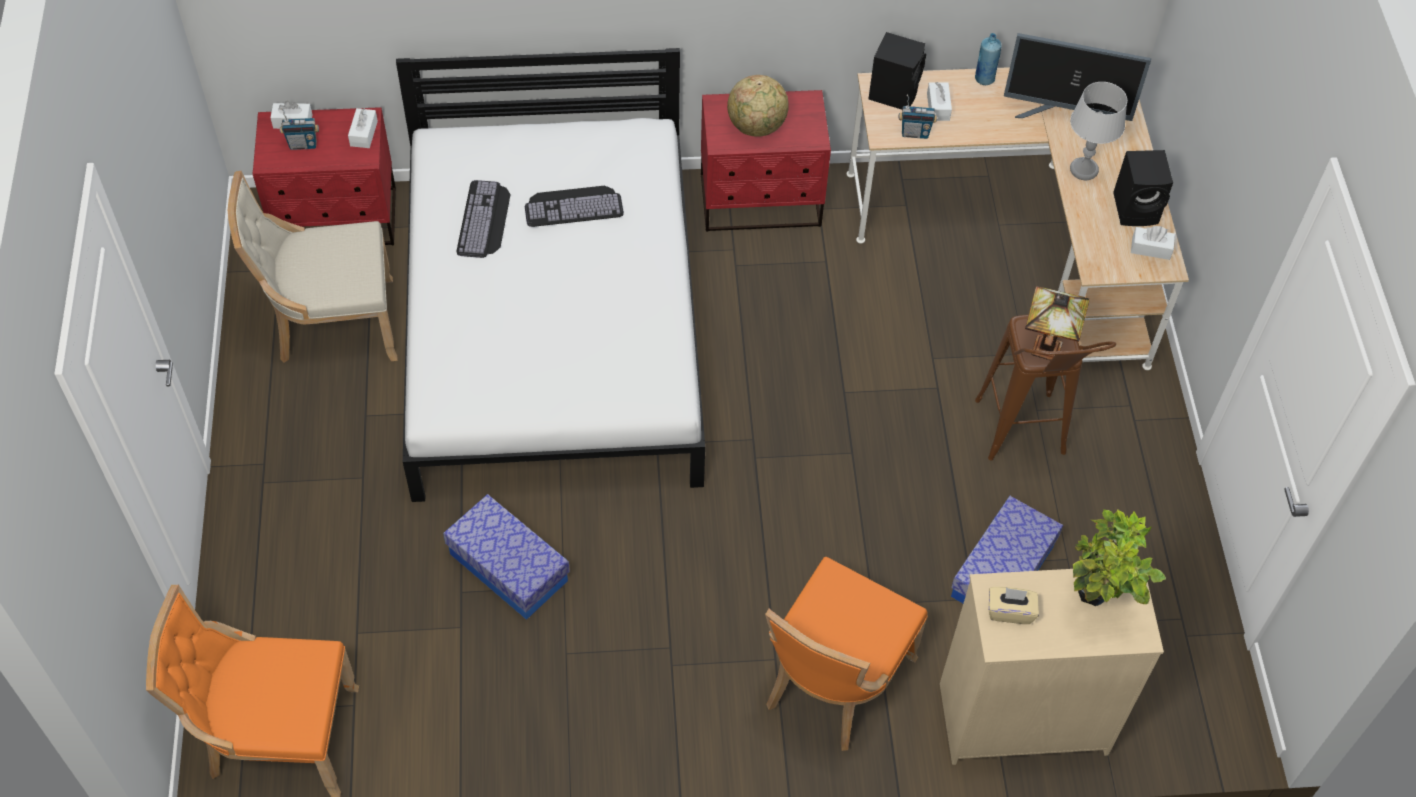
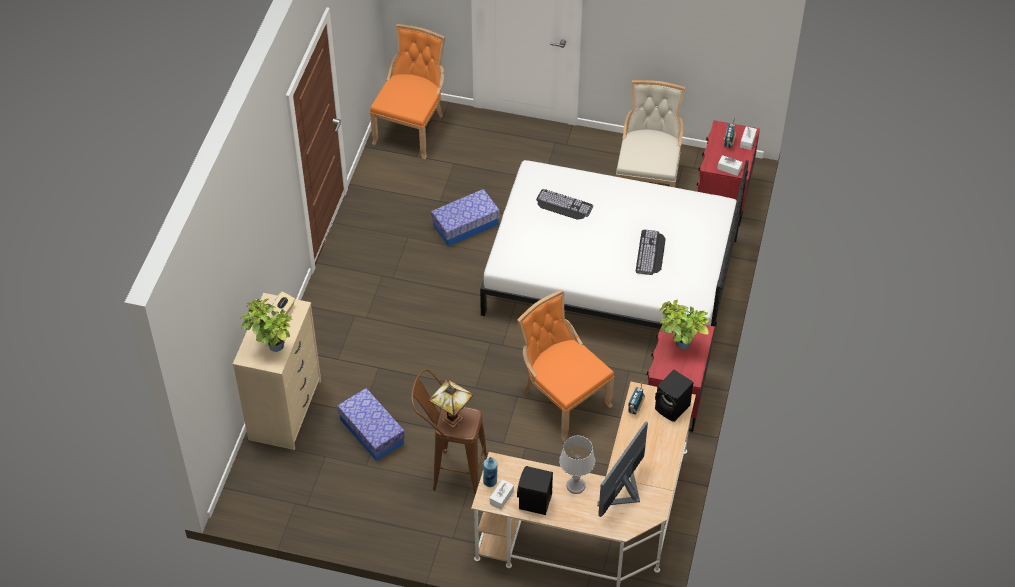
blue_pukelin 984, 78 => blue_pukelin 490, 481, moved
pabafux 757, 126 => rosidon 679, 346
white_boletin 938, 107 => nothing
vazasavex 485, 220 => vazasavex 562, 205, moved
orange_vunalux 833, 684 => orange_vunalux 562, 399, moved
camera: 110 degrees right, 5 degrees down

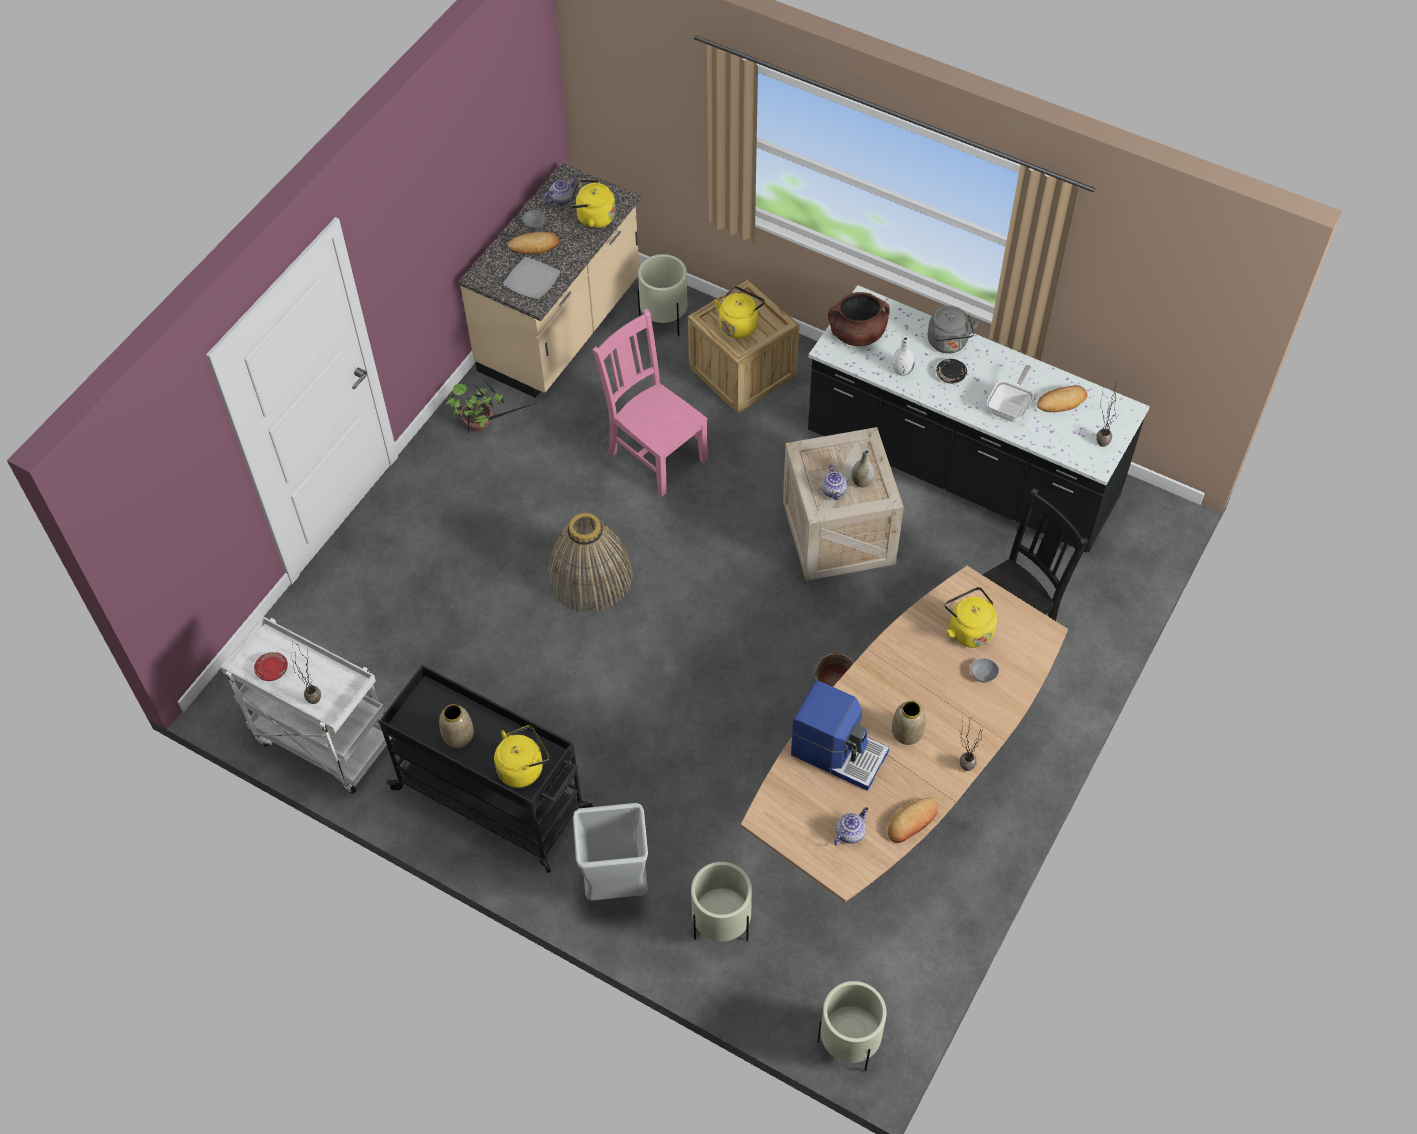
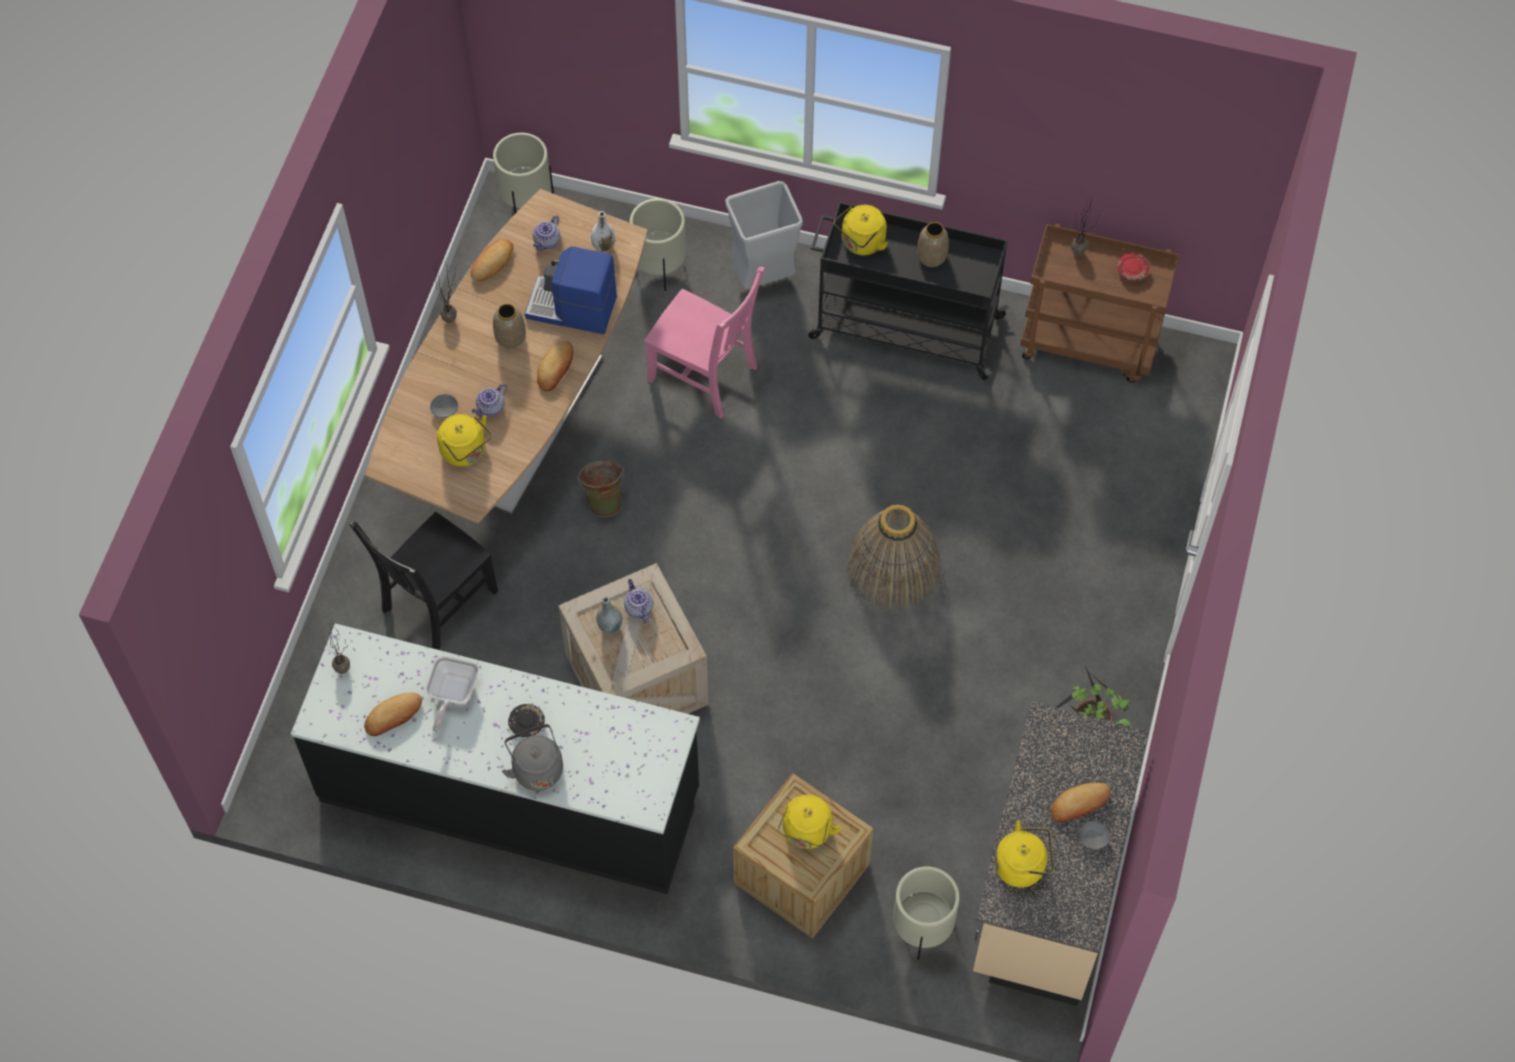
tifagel 562, 199 => tifagel 491, 408, moved
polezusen 532, 280 => nothing
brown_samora 857, 334 => nothing
pink_vunalux 655, 454 => pink_vunalux 706, 375, moved
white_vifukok 902, 371 => white_vifukok 603, 246, moved
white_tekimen 322, 742 => brown_tekimen 1090, 343
nothing => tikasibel 555, 368
camera: 165 degrees right, 5 degrees up

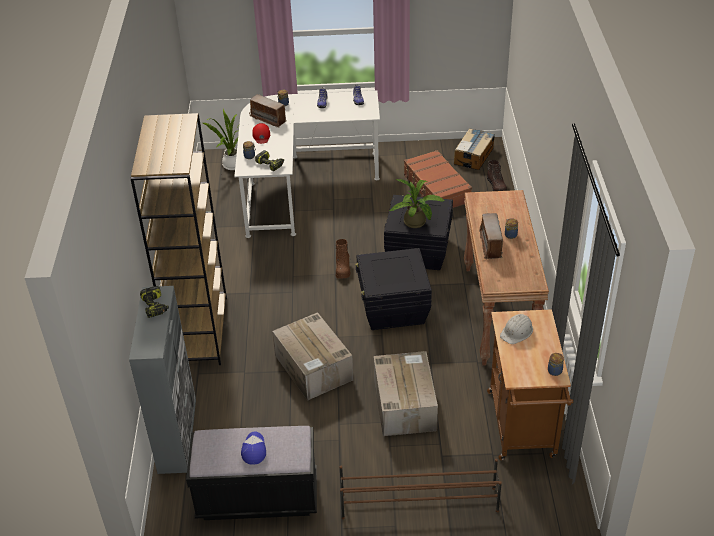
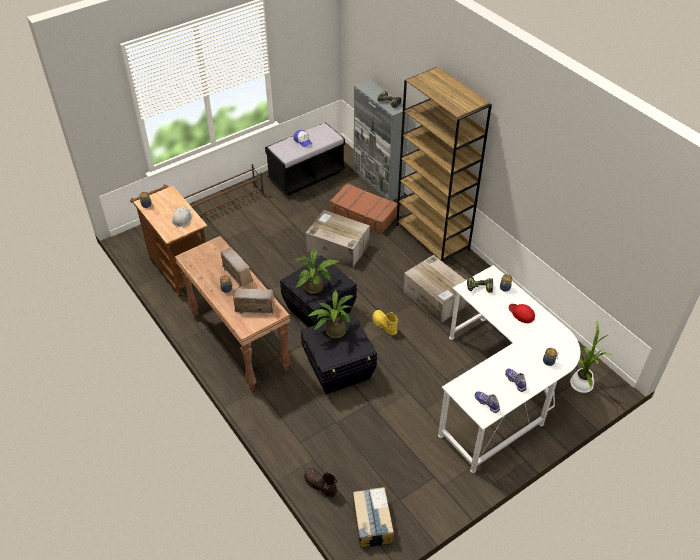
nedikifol 268, 119 => nedikifol 254, 308, moved
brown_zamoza 436, 189 => brown_zamoza 364, 213, moved
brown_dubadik 343, 268 => yellow_dubadik 384, 325
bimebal 404, 404 => bimebal 436, 298, moved
nothing => rosidon 316, 287
camera: 145 degrees right, 5 degrees up

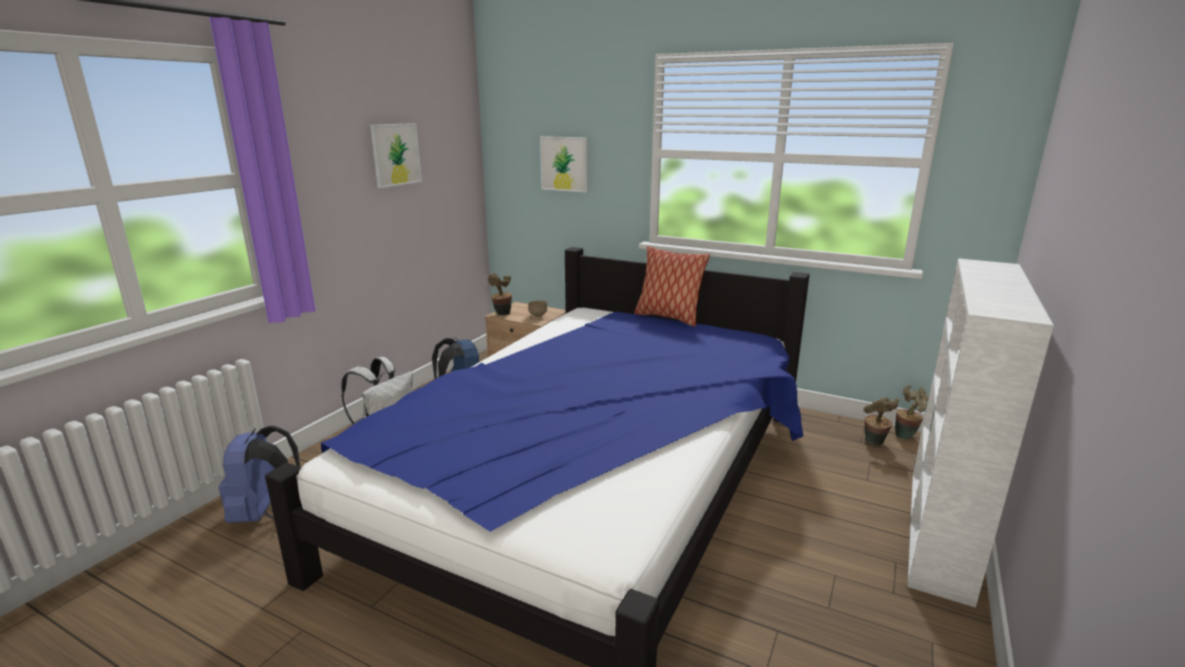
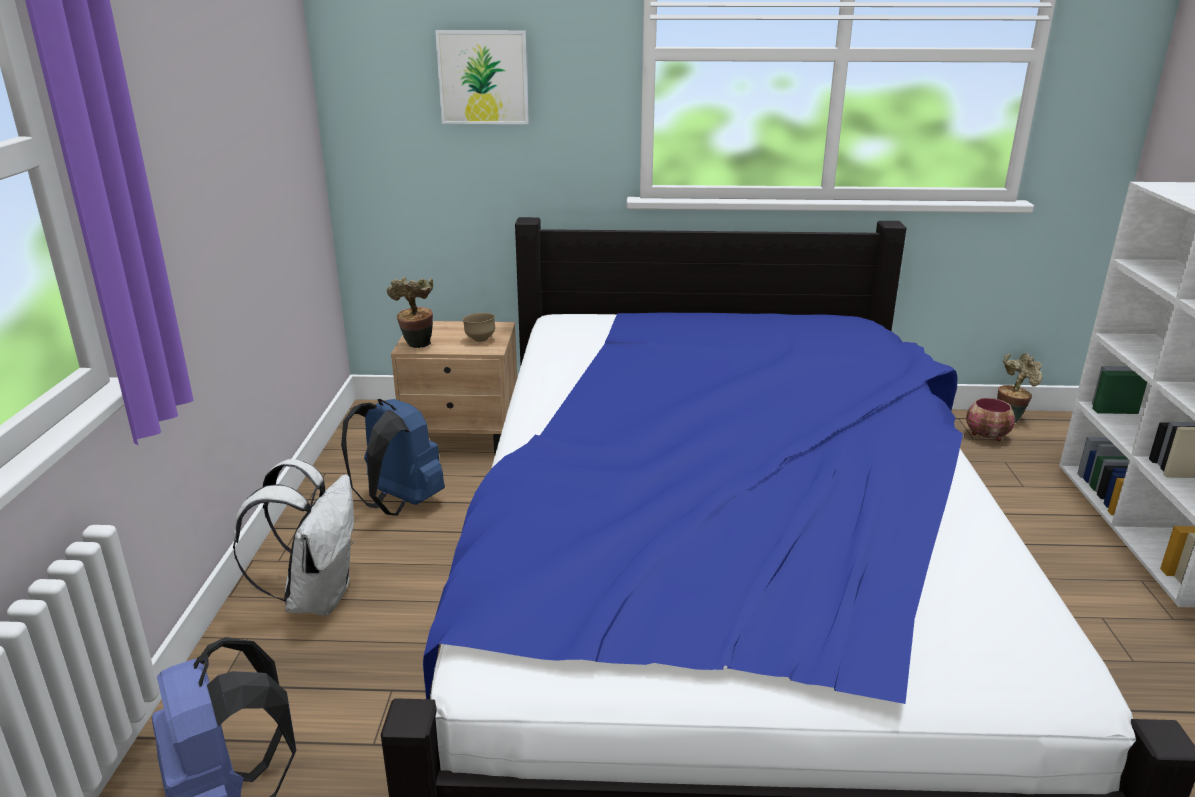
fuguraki 395, 154 => nothing
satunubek 668, 317 => nothing
rosidon 874, 443 => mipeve 988, 436
camera: 25 degrees left, 5 degrees up

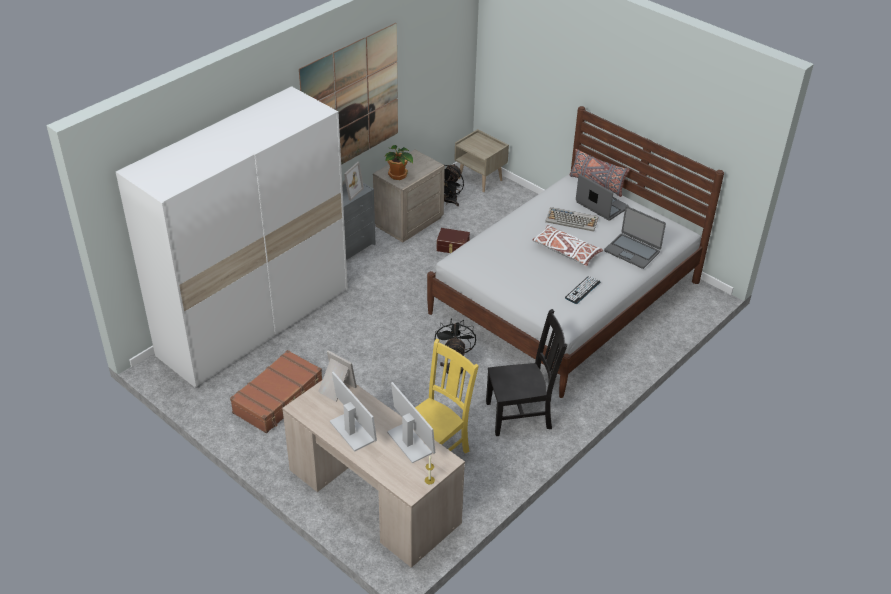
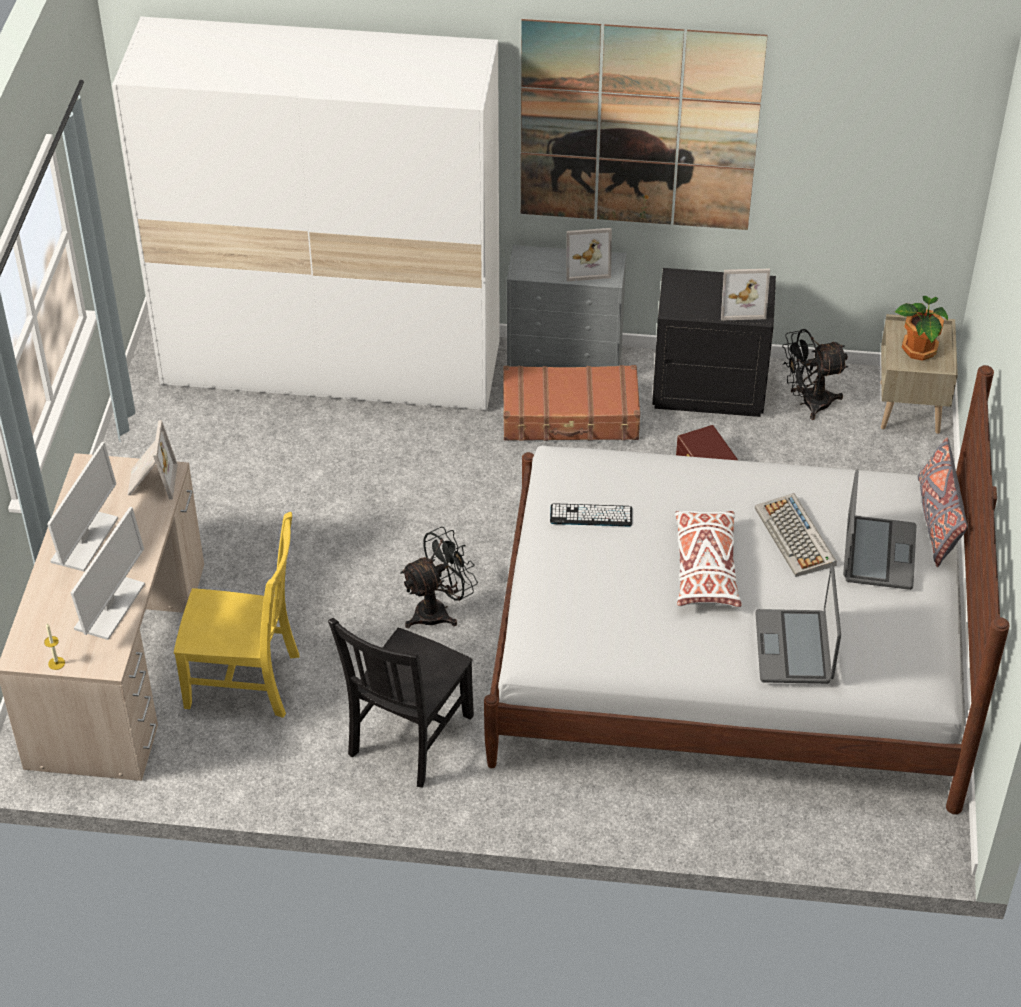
rosidon 398, 175 => rosidon 918, 350, moved
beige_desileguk 408, 221 => black_desileguk 709, 387
vazasavex 582, 290 => vazasavex 591, 515, moved
black_vunalux 521, 415 => black_vunalux 408, 738, 75 degrees clockwise
brown_zamoza 279, 398 => brown_zamoza 570, 416, moved
nothing => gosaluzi 741, 305
camera: 55 degrees right, 5 degrees up

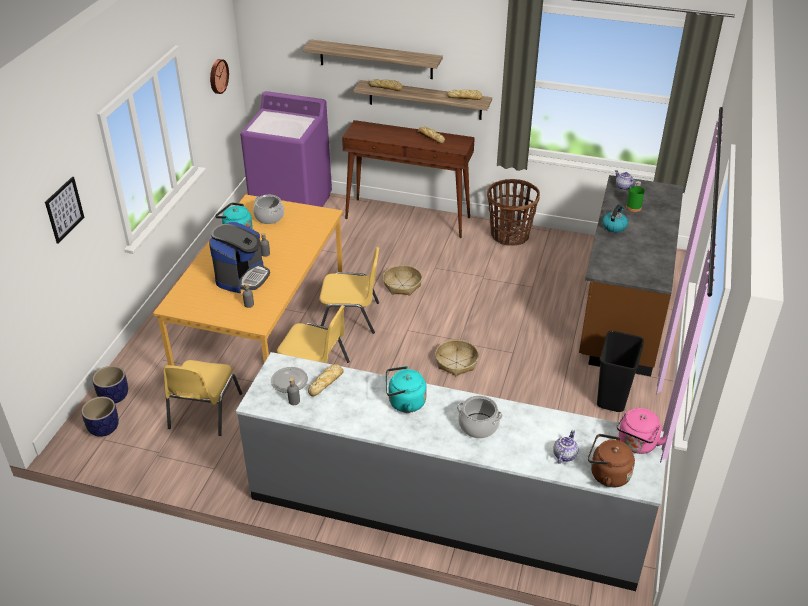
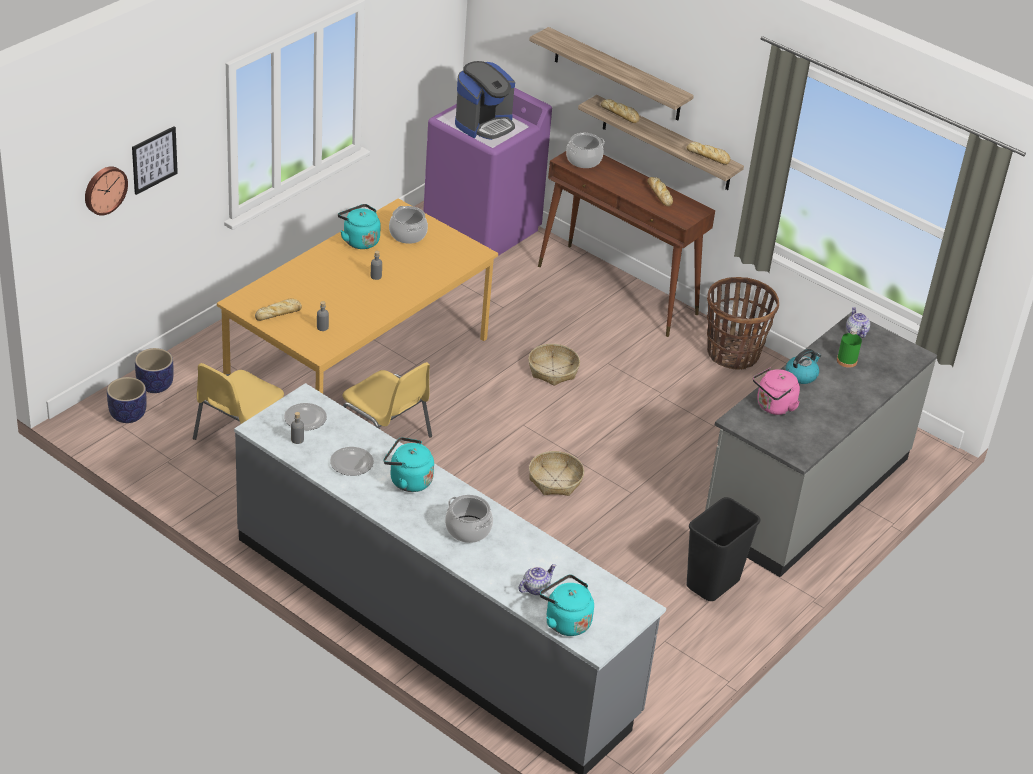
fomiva 217, 76 => fomiva 104, 189, moved
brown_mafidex 621, 311 => grey_mafidex 805, 492
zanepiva 242, 277 => zanepiva 484, 124, moved
yellow_vunalux 351, 317 => nothing
tikasibel 326, 382 => tikasibel 279, 313, moved
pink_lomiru 636, 444 => pink_lomiru 773, 407, moved
brown_lomiru 607, 474 => turquoise_lomiru 565, 621
nothing => samora 583, 160
nothing => polezusen 351, 462
camera: 20 degrees right, 0 degrees up

